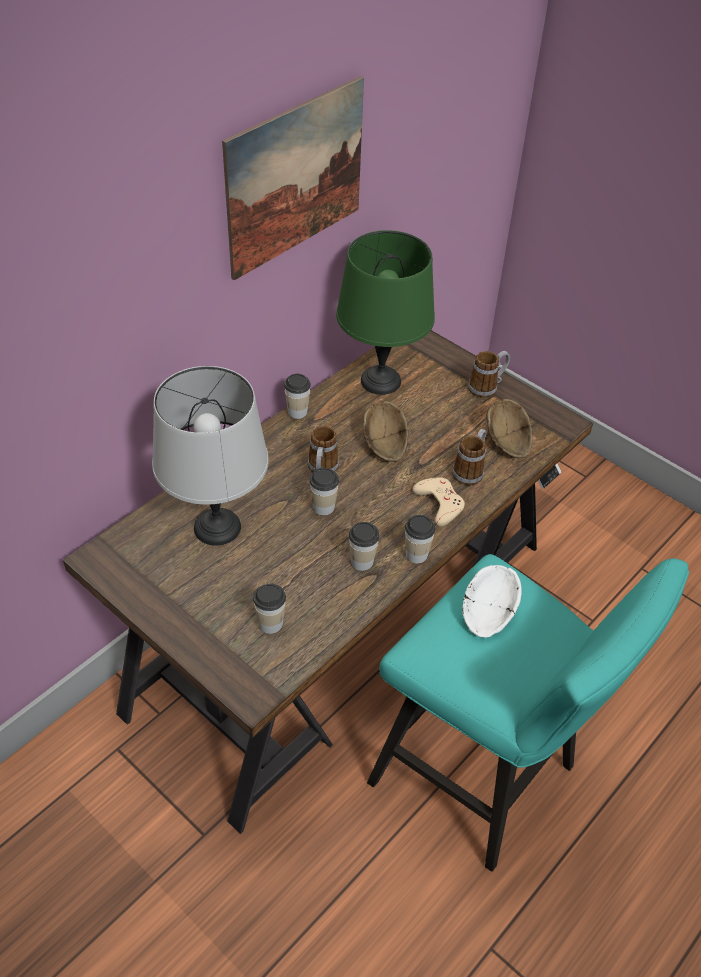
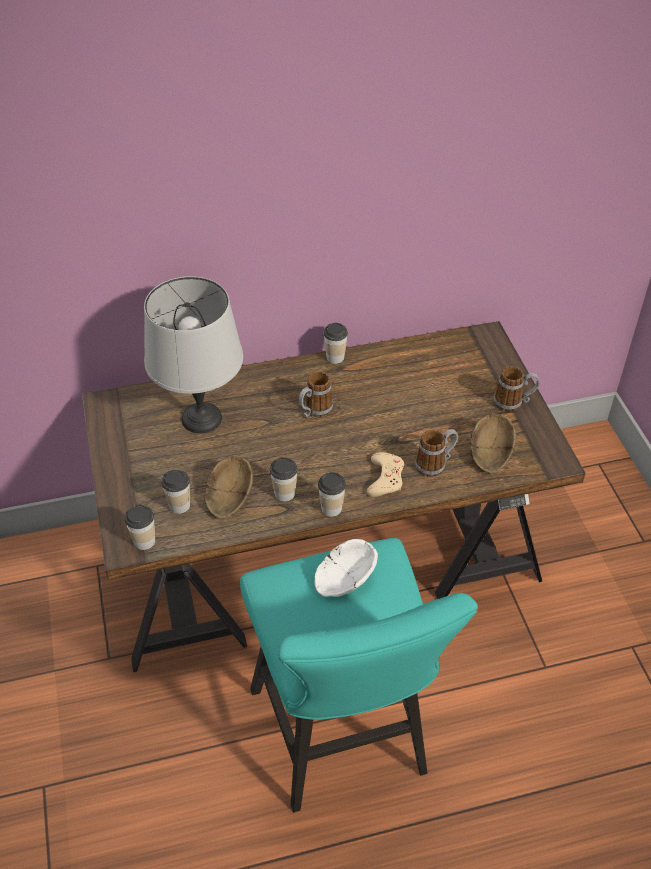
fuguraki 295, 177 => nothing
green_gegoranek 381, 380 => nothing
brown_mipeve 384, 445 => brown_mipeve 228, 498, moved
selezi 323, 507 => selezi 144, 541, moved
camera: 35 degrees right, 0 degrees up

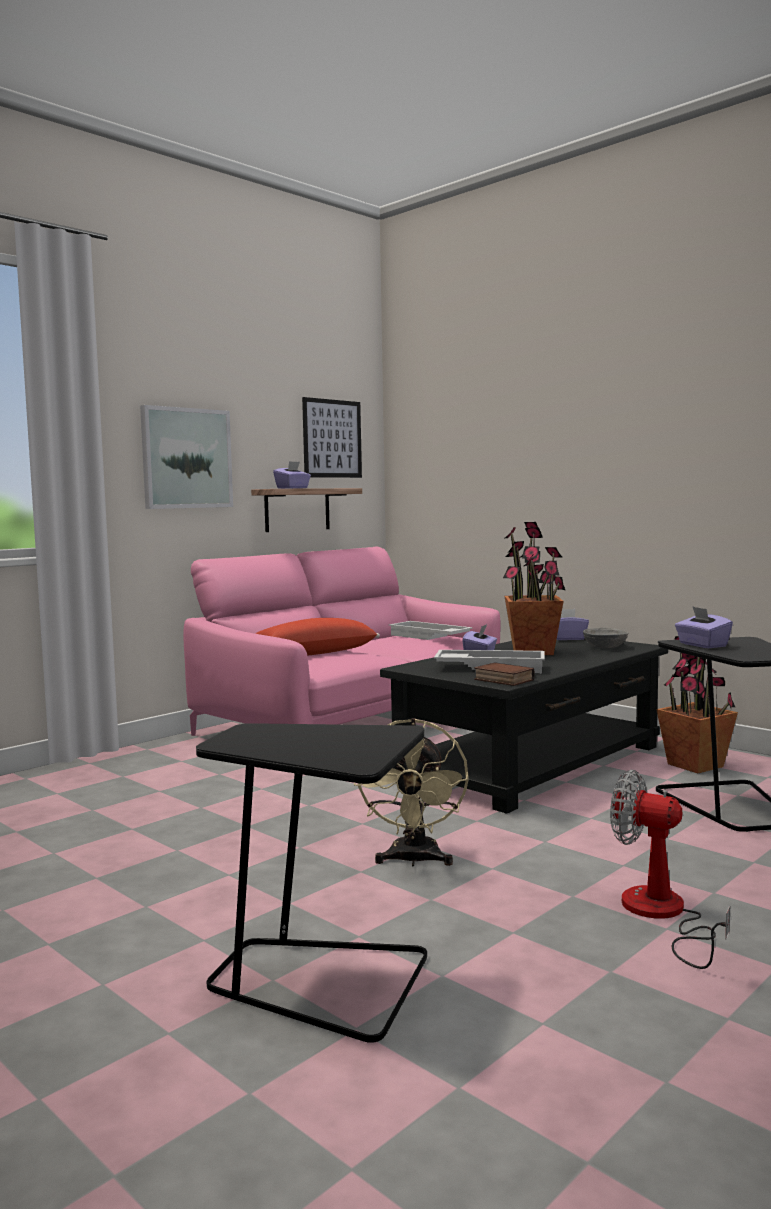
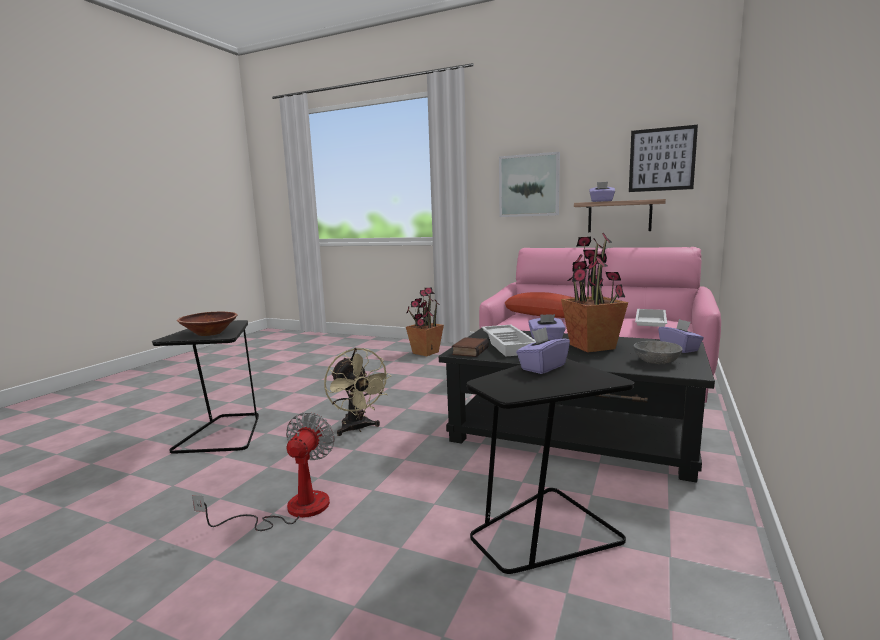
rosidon 695, 765 => rosidon 425, 352, moved
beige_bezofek 414, 860 => beige_bezofek 357, 429, 105 degrees counterclockwise
nothing => brown_mipeve 209, 333
camera: 70 degrees right, 5 degrees up

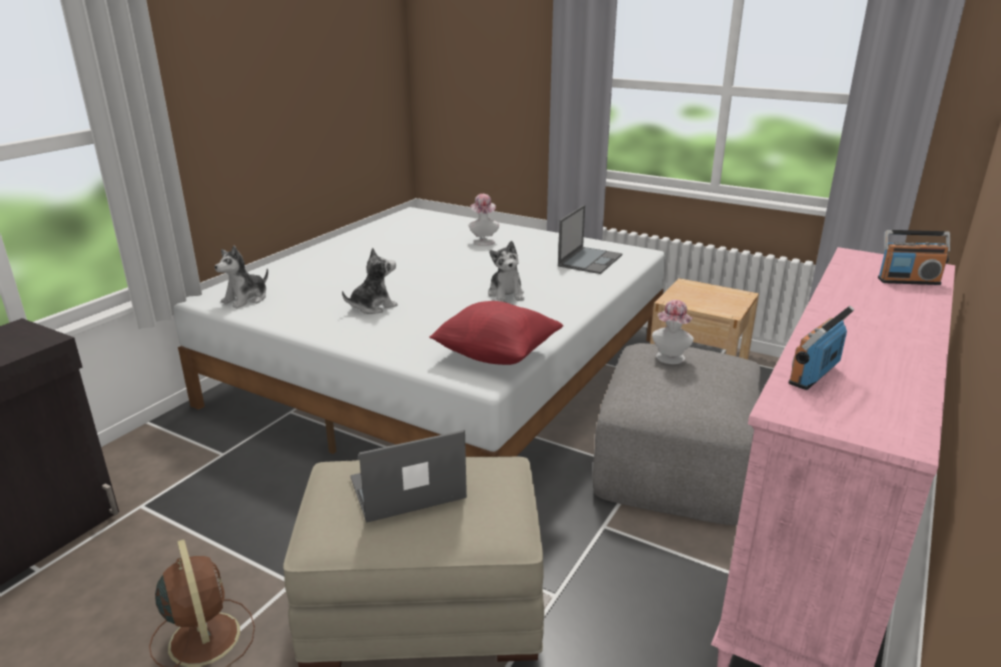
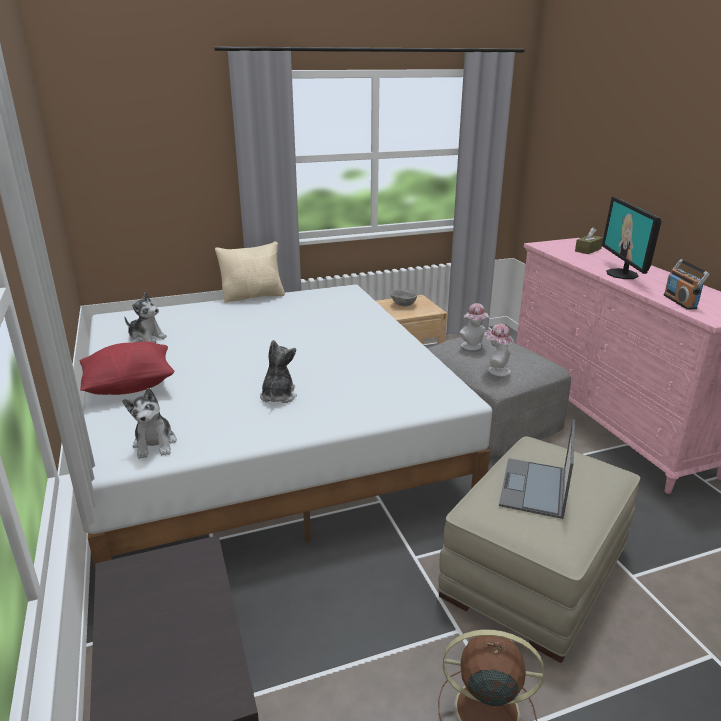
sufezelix 483, 241 => sufezelix 496, 370, moved
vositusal 590, 260 => nothing
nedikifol 908, 281 => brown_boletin 588, 250
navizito 506, 294 => navizito 146, 338, moved
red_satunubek 496, 355 => red_satunubek 130, 386, moved
nothing => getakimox 622, 274
nothing => beige_satunubek 253, 296
nothing => grey_mipeve 403, 305
camera: 50 degrees left, 0 degrees up

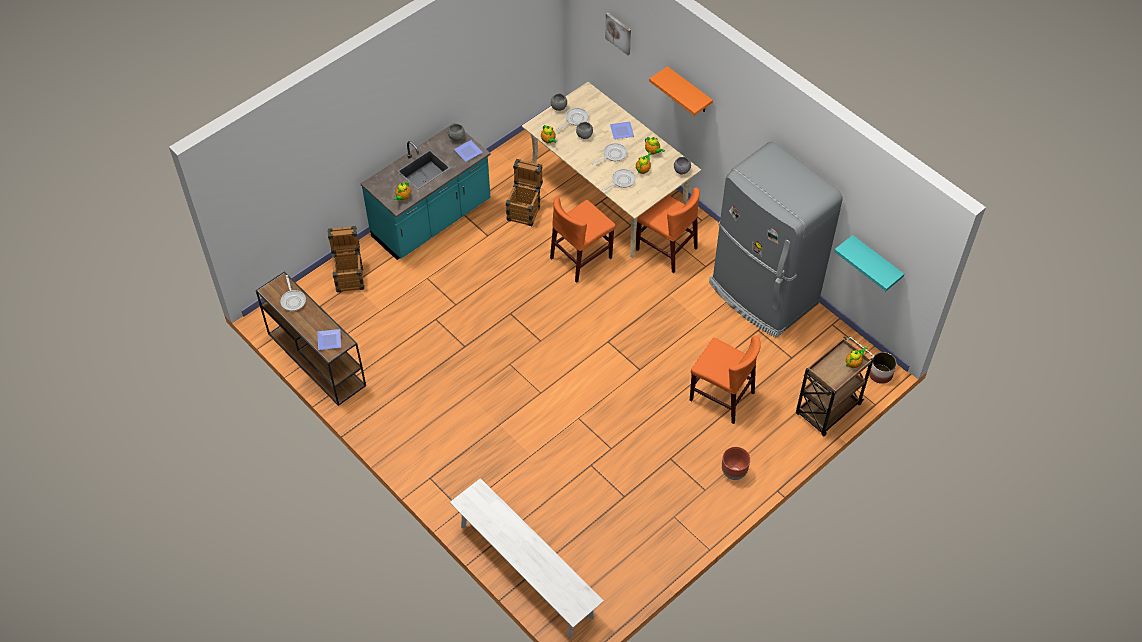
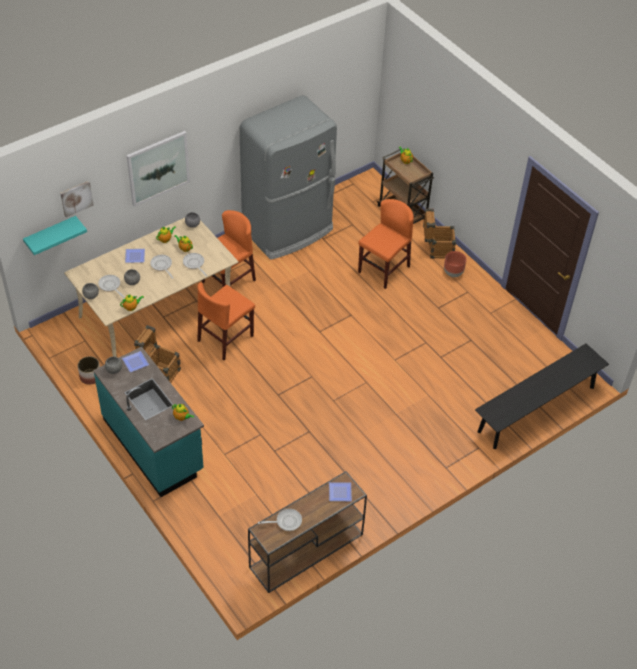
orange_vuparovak 689, 91 => fuguraki 158, 168
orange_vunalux 581, 258 => orange_vunalux 225, 338, 75 degrees clockwise
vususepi 349, 276 => vususepi 436, 250, moved
turquoise_vuparovak 876, 261 => turquoise_vuparovak 50, 234, moved
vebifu 880, 374 => vebifu 90, 377, moved
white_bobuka 526, 571 => black_bobuka 536, 409
camera: 85 degrees left, 5 degrees down

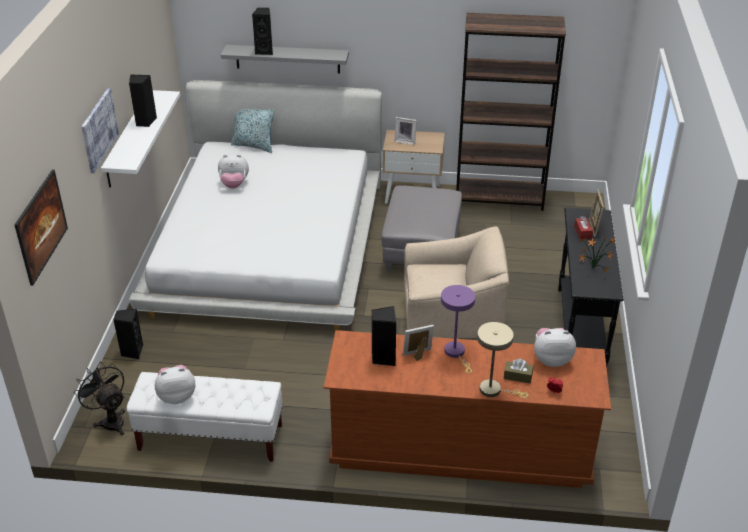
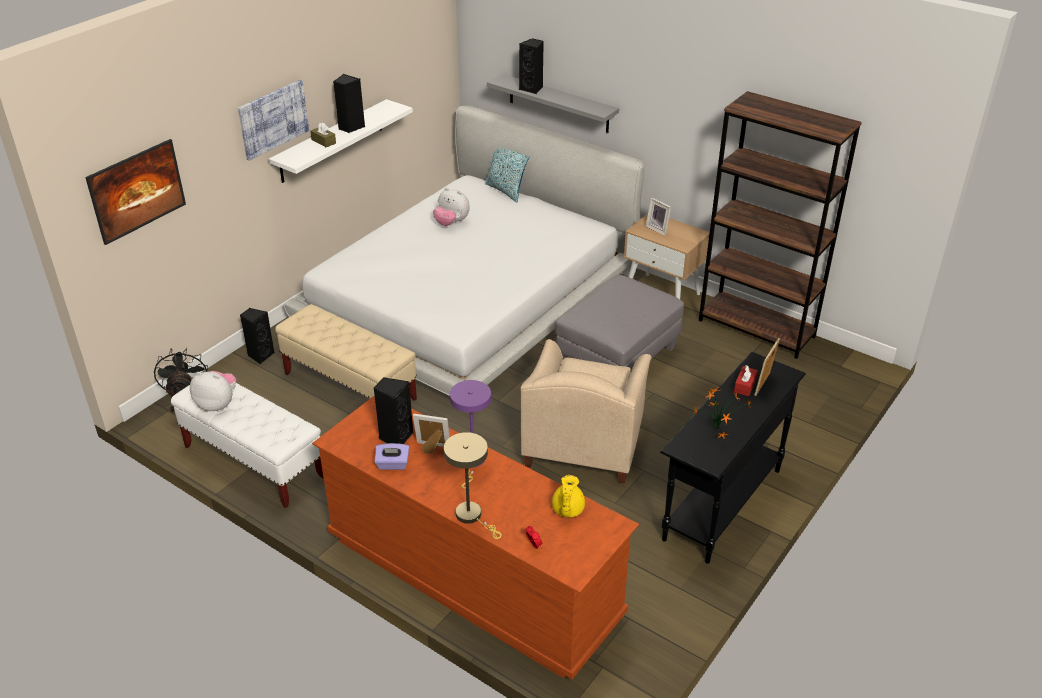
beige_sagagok 452, 321 => beige_sagagok 584, 441, 75 degrees clockwise
navizito 551, 359 => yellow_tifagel 567, 510
brown_boletin 517, 376 => brown_boletin 323, 141, moved
nothing => beige_bobuka 350, 387
nothing => purple_boletin 392, 464
camera: 30 degrees right, 0 degrees up

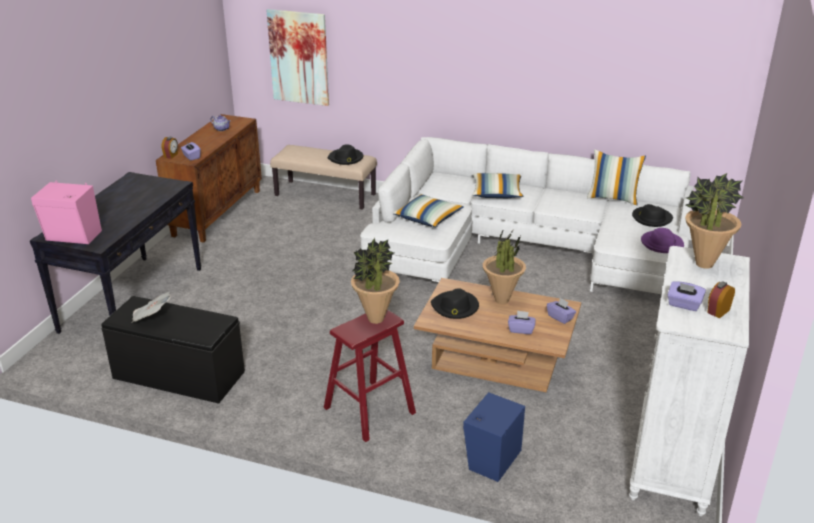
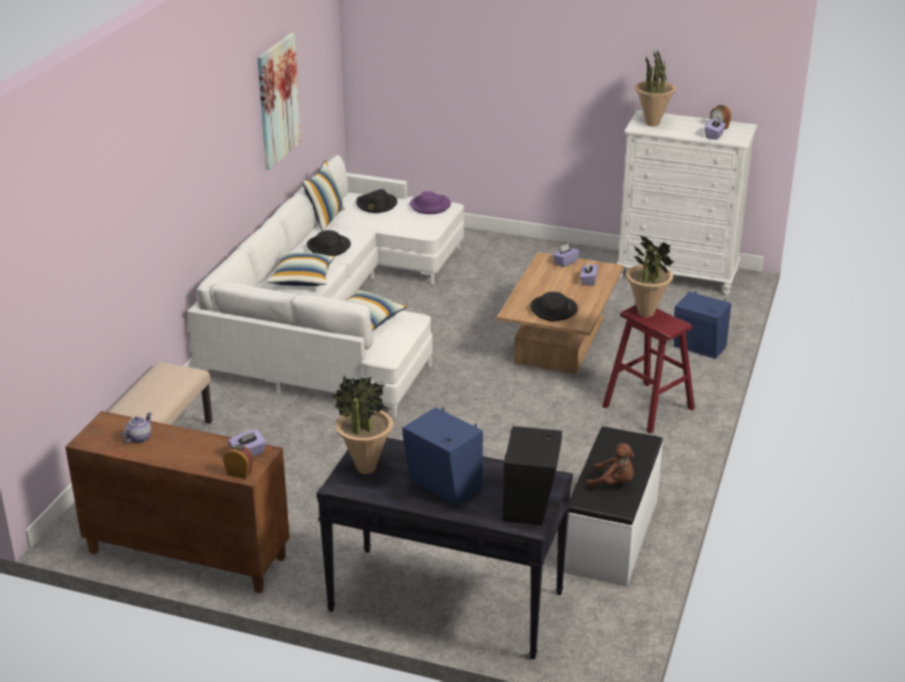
fuguraki 299, 57 => fuguraki 278, 101, moved
black_sufezelix 346, 158 => black_sufezelix 329, 247, moved
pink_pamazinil 73, 237 => black_pamazinil 530, 503
rosidon 501, 300 => rosidon 365, 468, moved
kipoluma 151, 317 => brown_navizito 613, 483
black_bobuka 178, 375 => white_bobuka 613, 535
nothing => blue_pamazinil 444, 486
camera: 90 degrees left, 0 degrees up

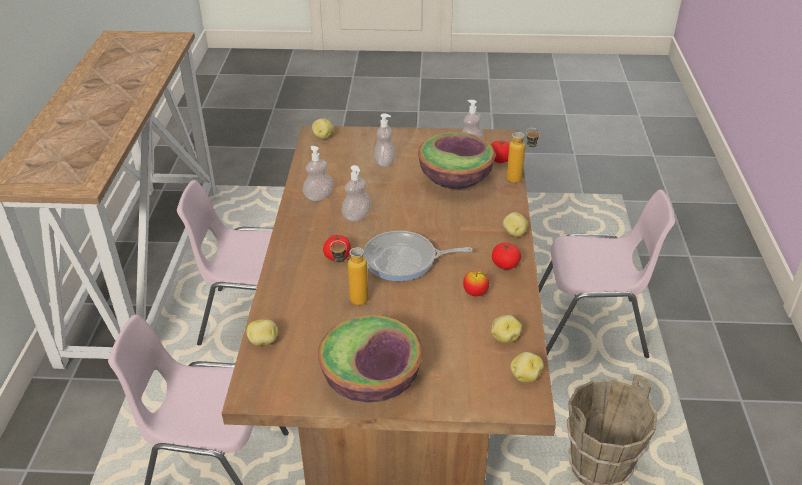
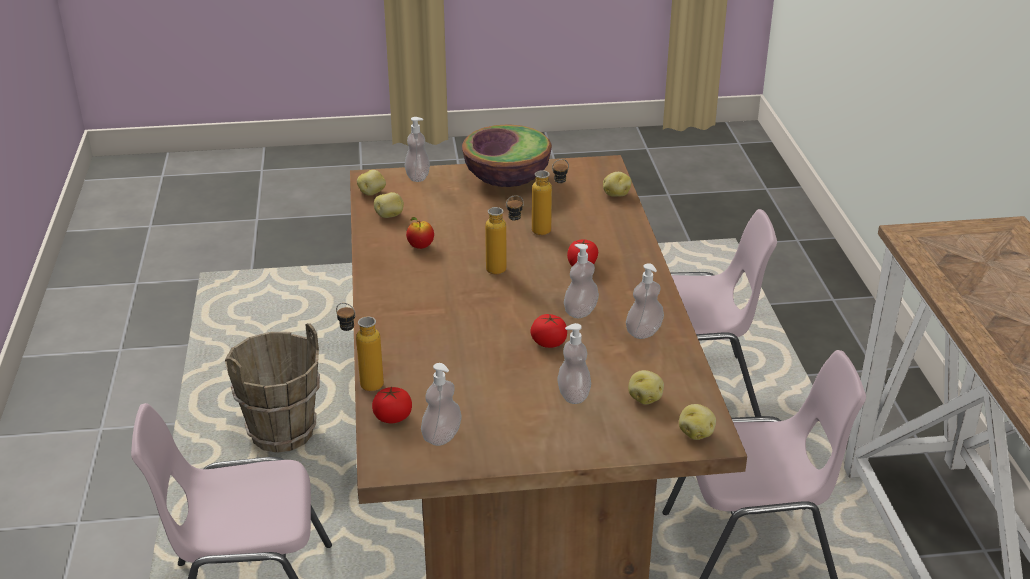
mipeve 455, 180 => nothing
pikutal 514, 233 => pikutal 645, 398, moved
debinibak 404, 260 => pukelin 504, 269
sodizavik 505, 265 => sodizavik 549, 342, moved
nothing => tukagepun 417, 177
camera: 170 degrees right, 5 degrees down

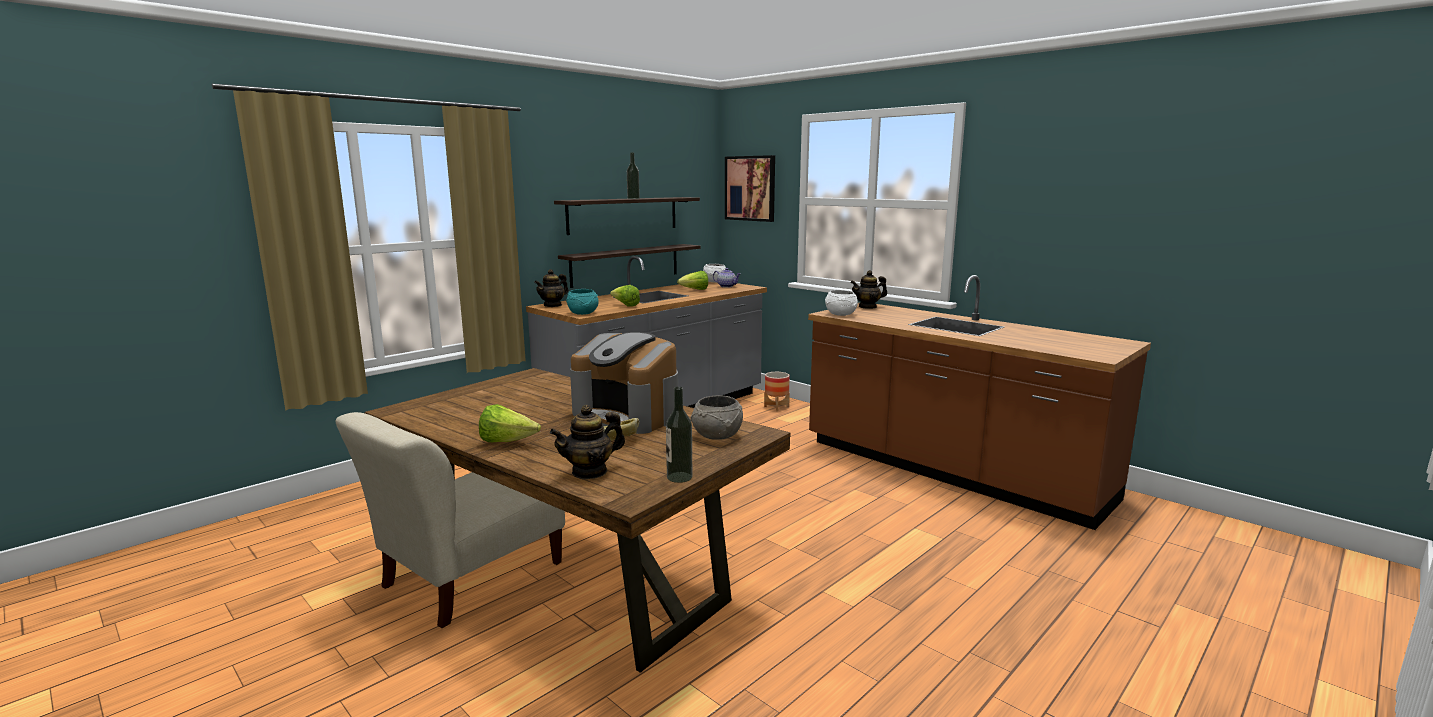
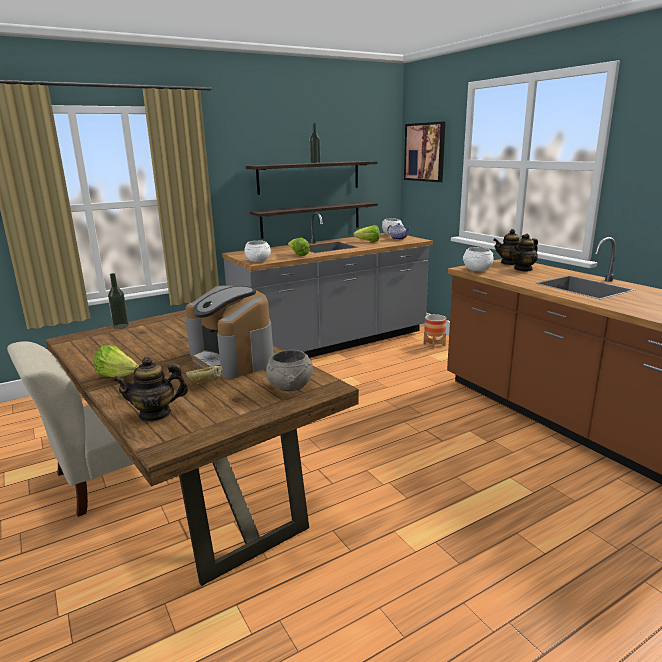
tifagel 553, 305 => tifagel 523, 269, moved
turquoise_mipeve 583, 313 => white_mipeve 258, 261
pukelin 679, 477 => pukelin 121, 326, moved
camera: 15 degrees right, 5 degrees up

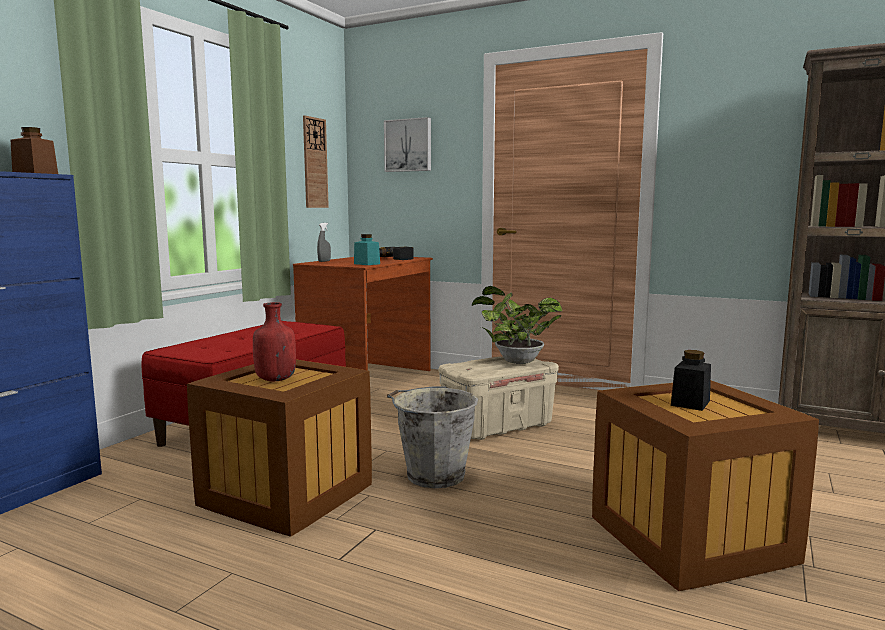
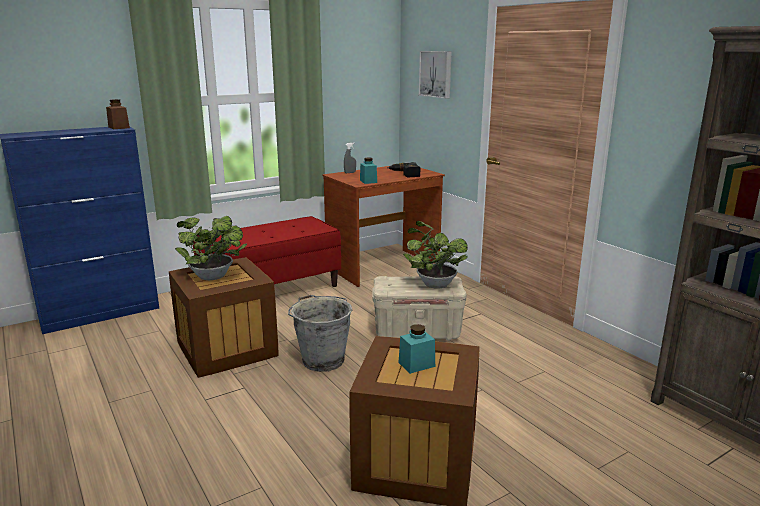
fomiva 315, 163 => nothing
red_pukelin 275, 379 => rosidon 214, 277
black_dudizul 690, 403 => turquoise_dudizul 416, 364
camera: 30 degrees right, 10 degrees up

